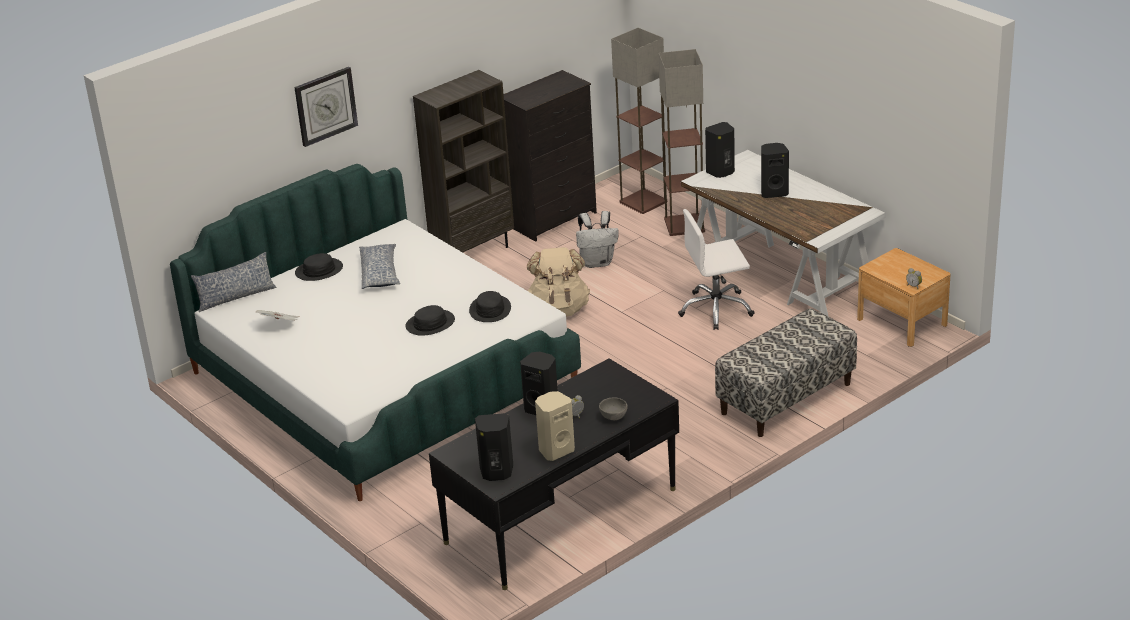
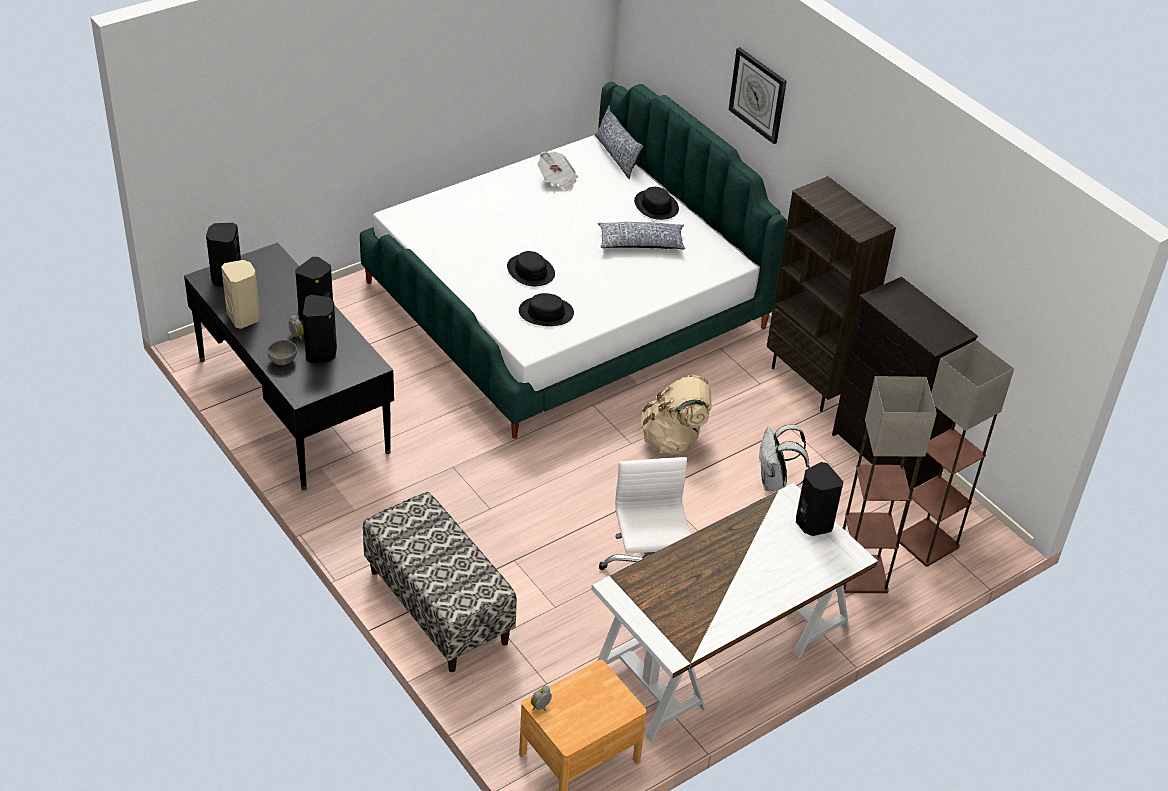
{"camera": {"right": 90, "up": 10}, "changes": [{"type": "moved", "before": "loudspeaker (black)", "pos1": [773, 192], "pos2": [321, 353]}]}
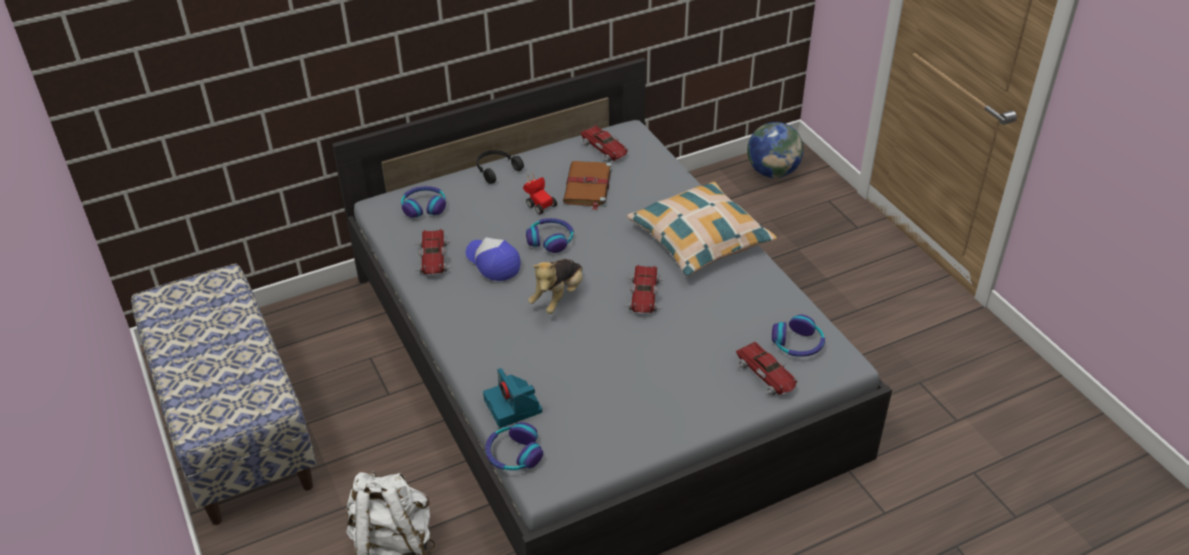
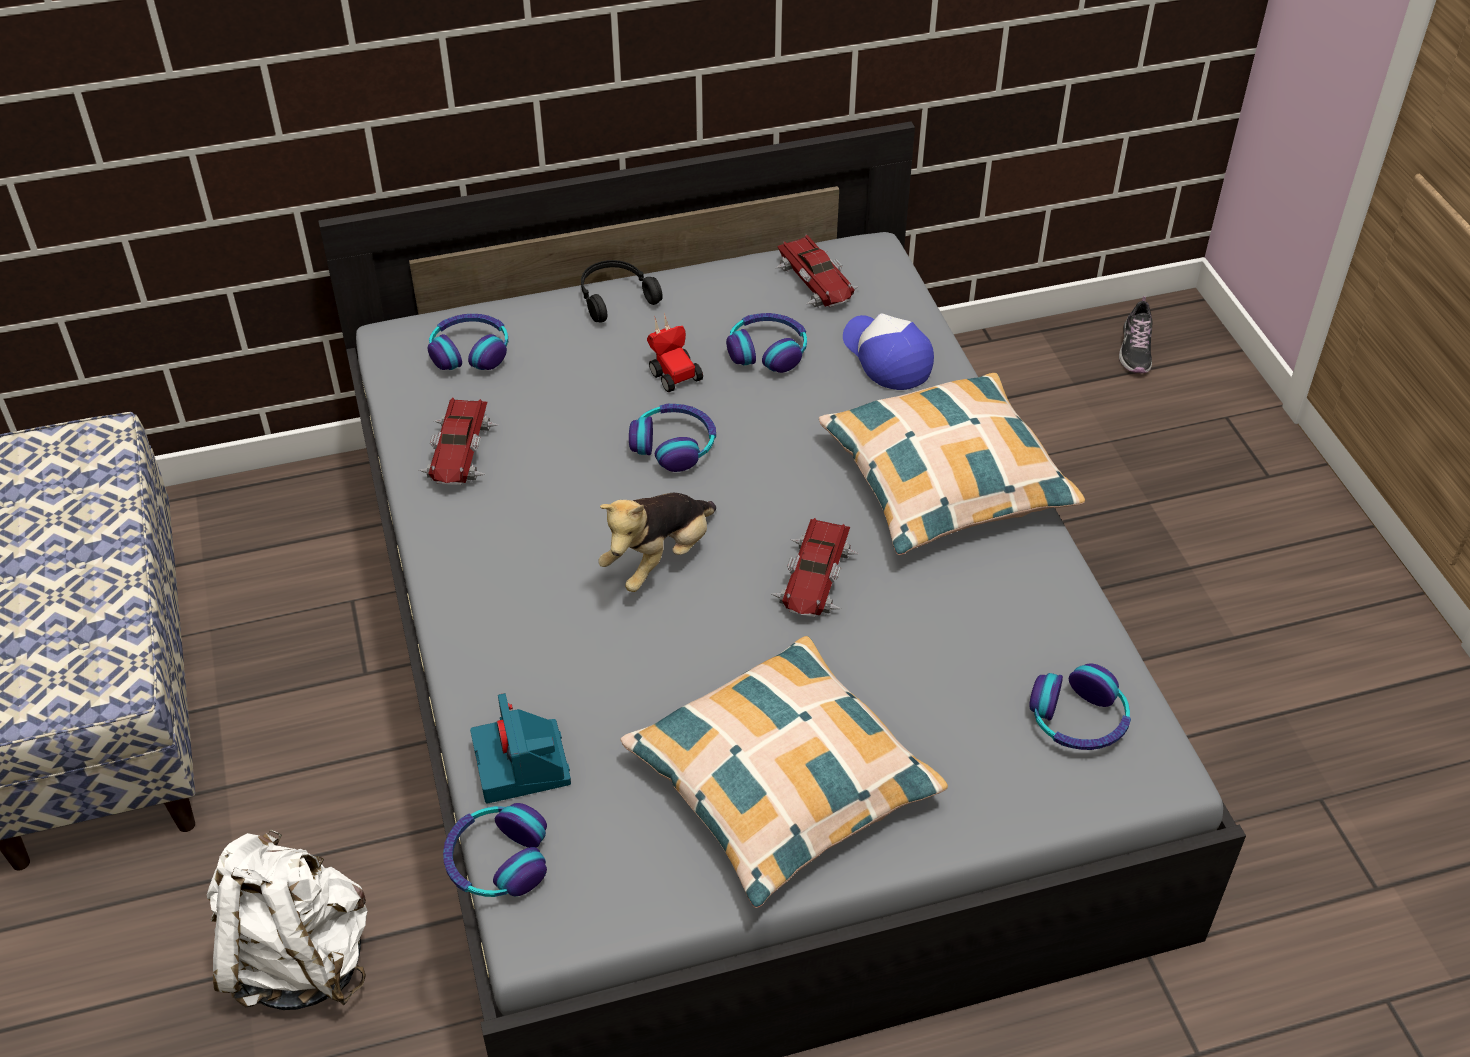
{"camera": {"right": 10, "up": 5}, "changes": [{"type": "removed", "before": "model car", "pos1": [767, 374]}, {"type": "added", "after": "cushion", "pos2": [782, 782]}, {"type": "moved", "before": "cap", "pos1": [492, 262], "pos2": [886, 357]}, {"type": "replaced", "before": "volume (brown-coloured)", "after": "headphones", "pos1": [587, 187], "pos2": [767, 351]}, {"type": "replaced", "before": "desk globe", "after": "low shoe", "pos1": [772, 172], "pos2": [1135, 349]}]}
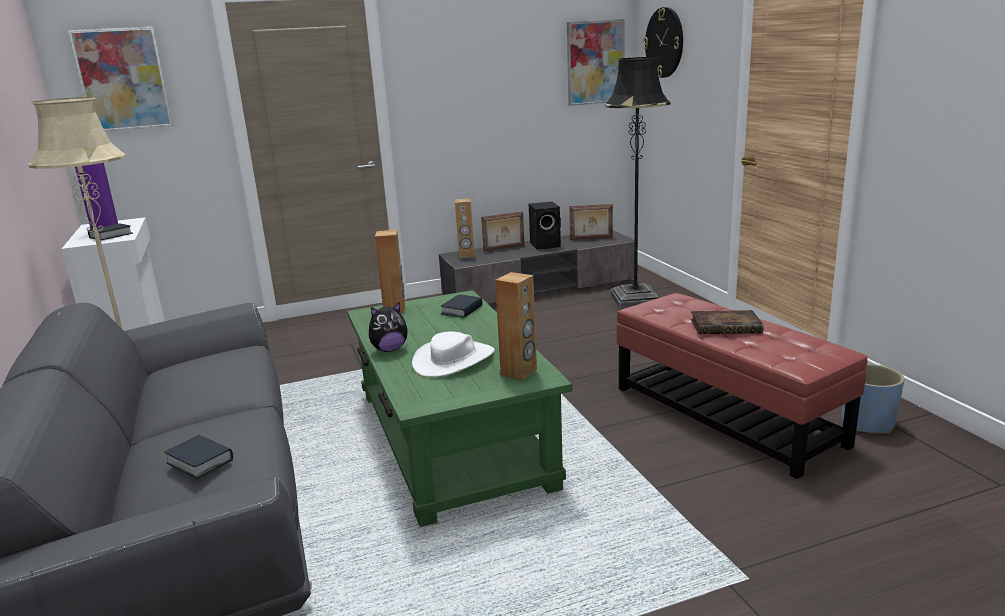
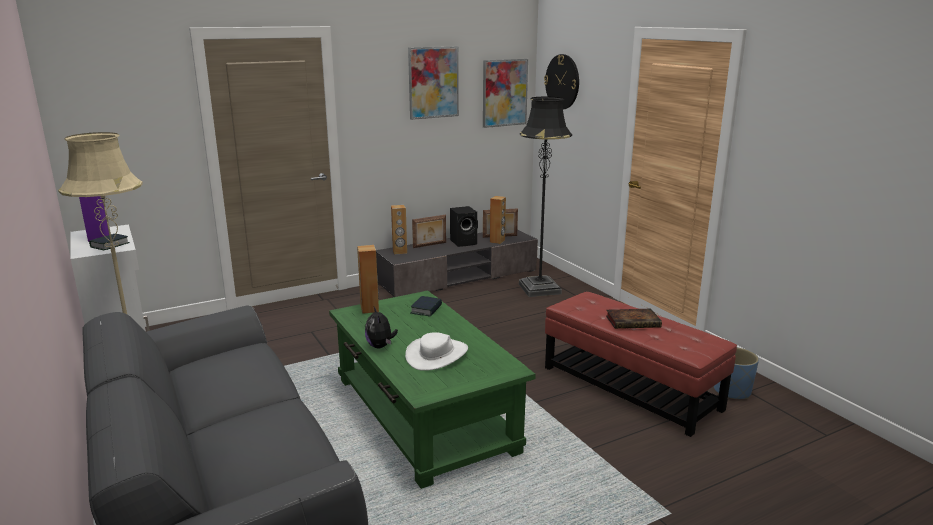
{"camera": {"right": -10, "up": 0}, "changes": [{"type": "removed", "before": "volume", "pos1": [200, 462]}, {"type": "moved", "before": "picture", "pos1": [123, 79], "pos2": [433, 82]}, {"type": "moved", "before": "loudspeaker (brown-coloured)", "pos1": [519, 372], "pos2": [497, 241]}, {"type": "turned", "before": "soft toy", "pos1": [389, 349], "pos2": [380, 346], "turn": 105}]}
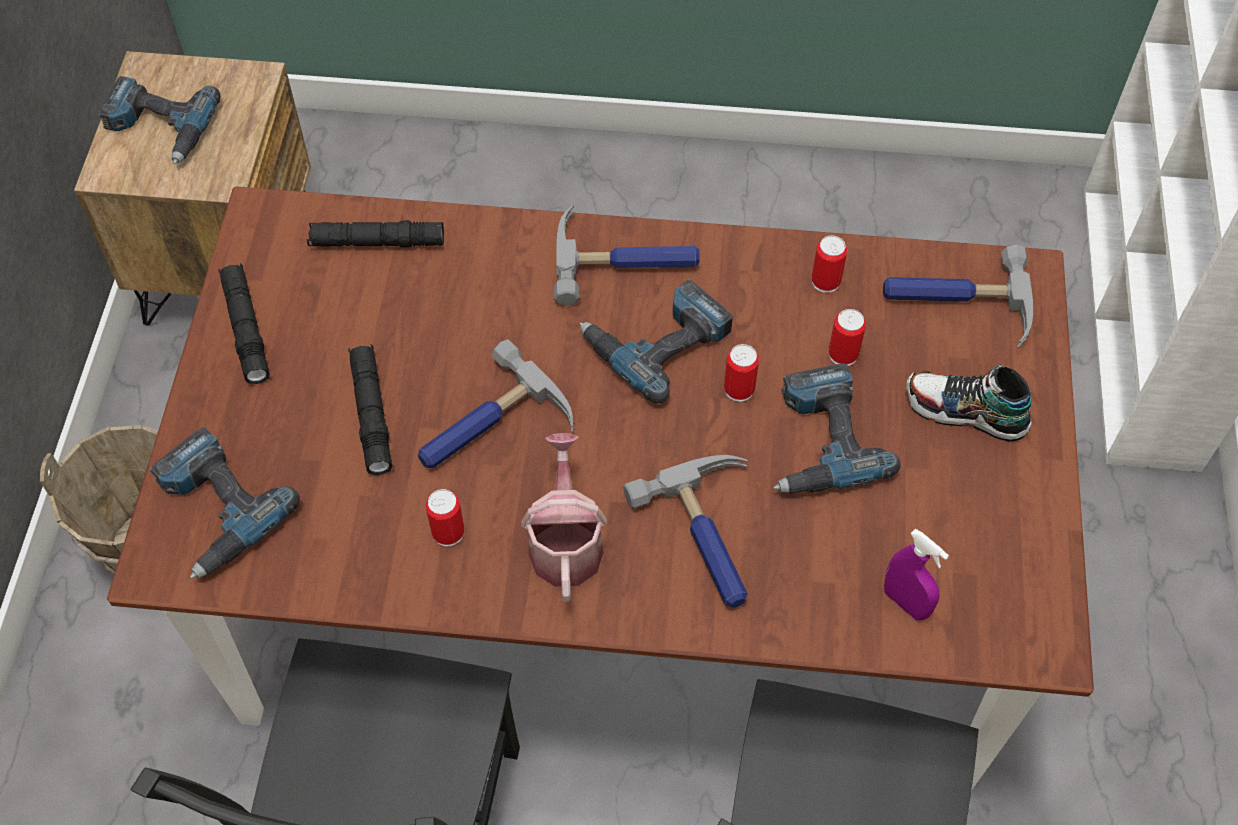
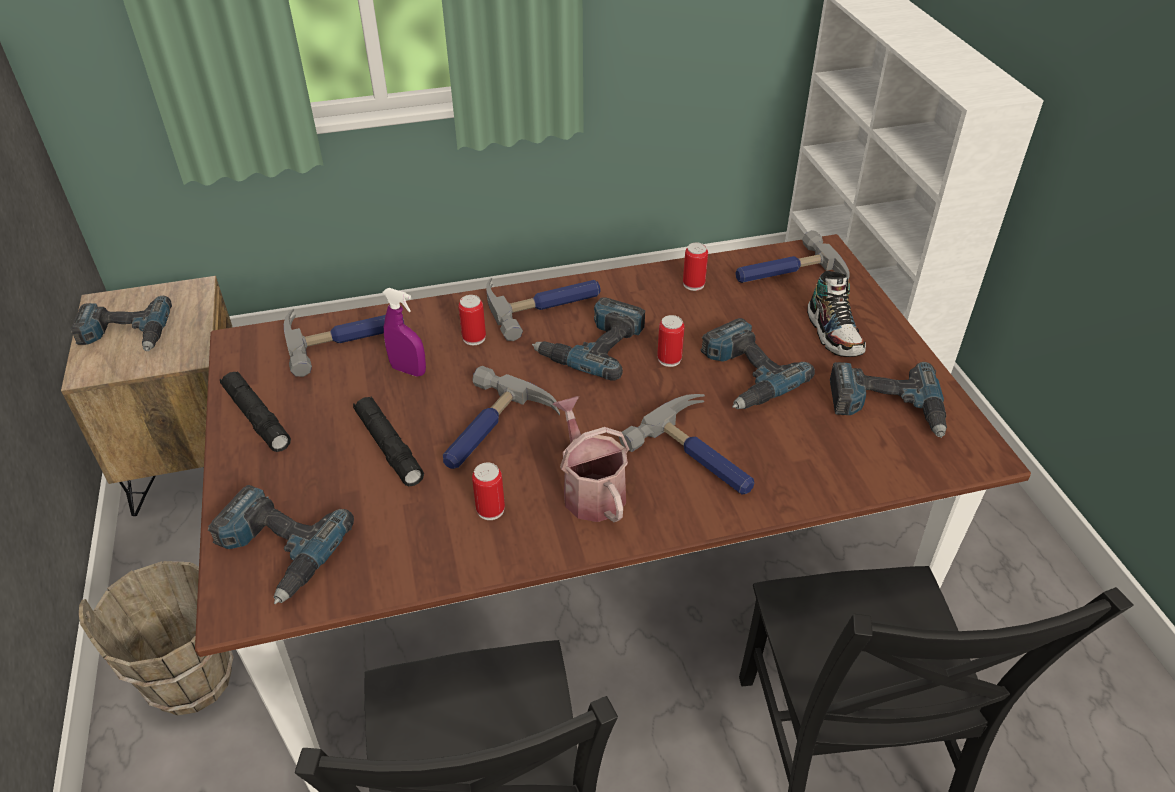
{"camera": {"right": -20, "up": -15}, "changes": [{"type": "added", "after": "power drill", "pos2": [886, 407]}, {"type": "moved", "before": "can", "pos1": [843, 354], "pos2": [474, 338]}, {"type": "moved", "before": "spray bottle (purple-coloured)", "pos1": [905, 603], "pos2": [408, 370]}, {"type": "replaced", "before": "flashlight (black)", "after": "tool hammer", "pos1": [377, 242], "pos2": [345, 337]}, {"type": "turned", "before": "low shoe", "pos1": [965, 412], "pos2": [834, 333], "turn": -105}]}
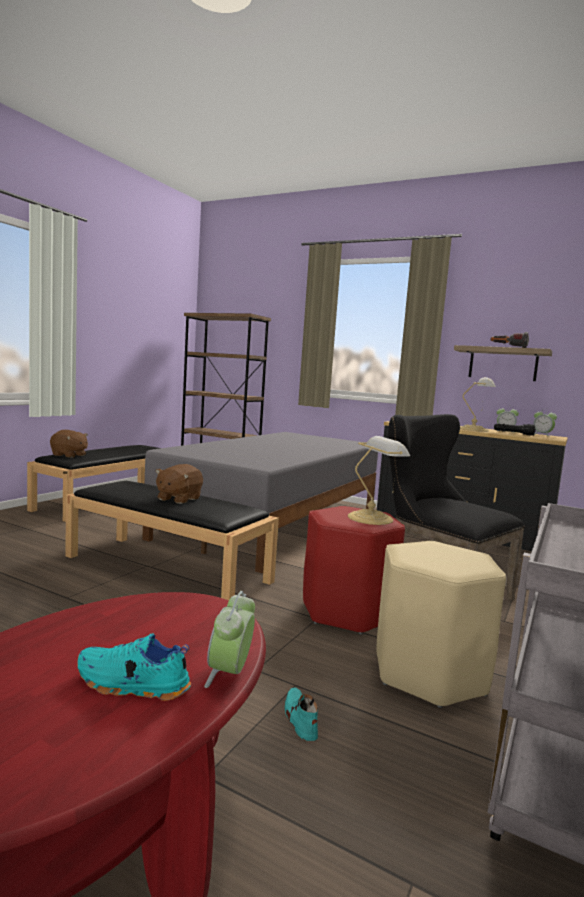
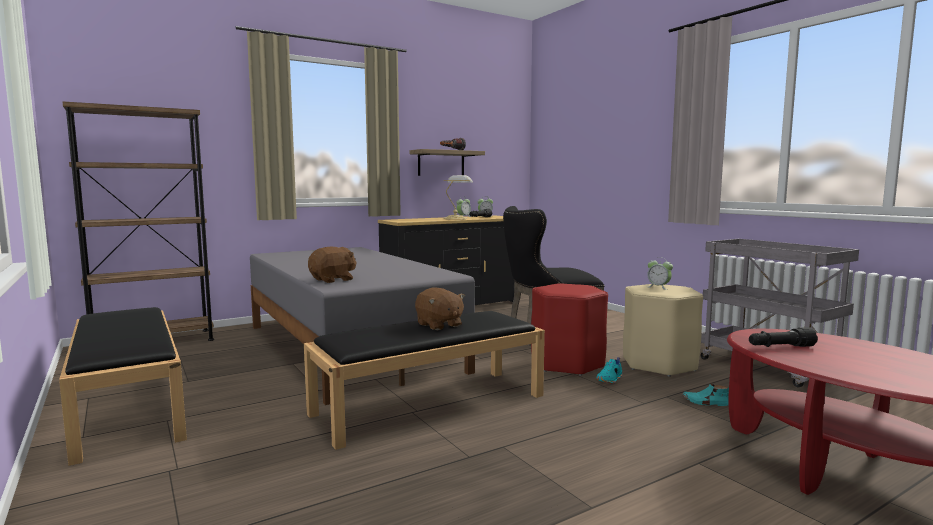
{"camera": {"right": -60, "up": 0}, "changes": [{"type": "removed", "before": "lamp for a table", "pos1": [372, 518]}, {"type": "added", "after": "flashlight (black)", "pos2": [780, 347]}, {"type": "moved", "before": "soft toy (brown-coloured)", "pos1": [69, 455], "pos2": [333, 280]}, {"type": "moved", "before": "low shoe (blue-green)", "pos1": [131, 686], "pos2": [610, 379]}, {"type": "moved", "before": "table clock", "pos1": [229, 674], "pos2": [658, 287]}]}
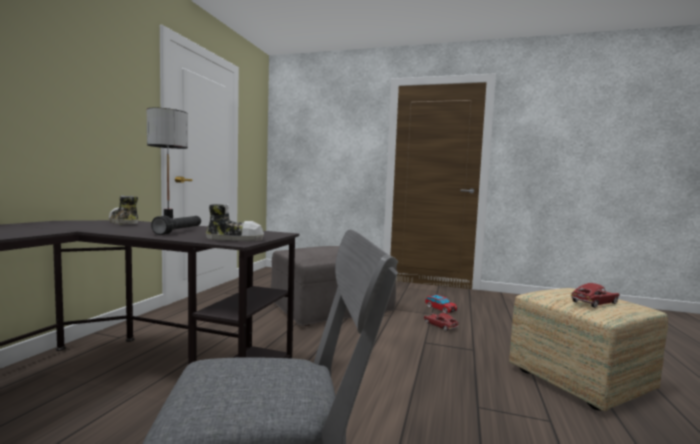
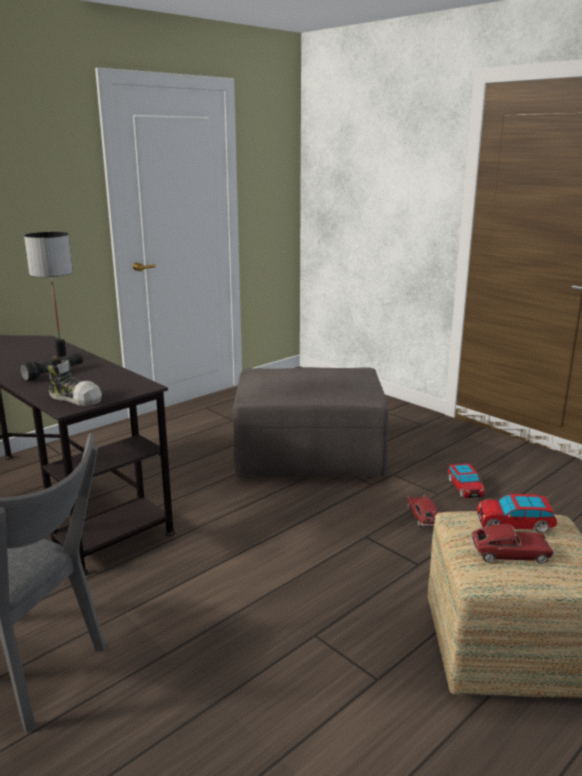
{"camera": {"right": 30, "up": 15}, "changes": [{"type": "removed", "before": "low shoe", "pos1": [123, 222]}, {"type": "added", "after": "model car", "pos2": [514, 524]}]}
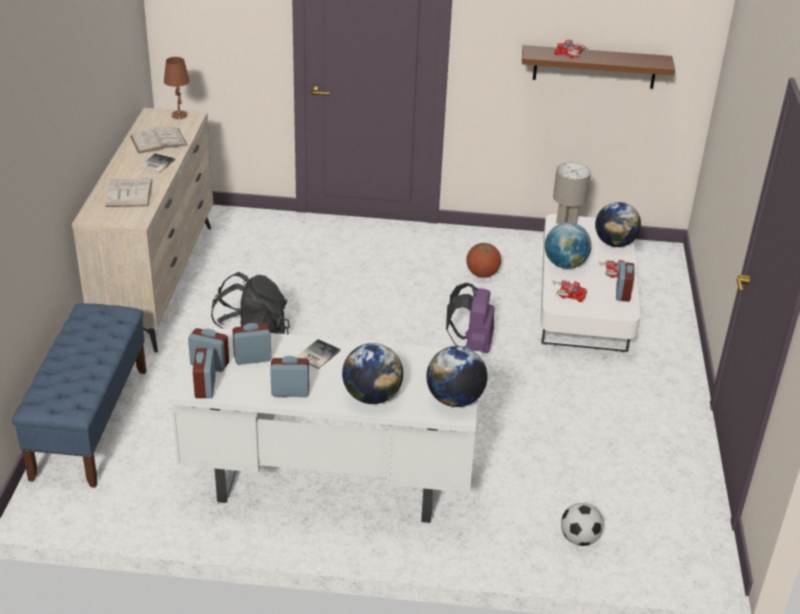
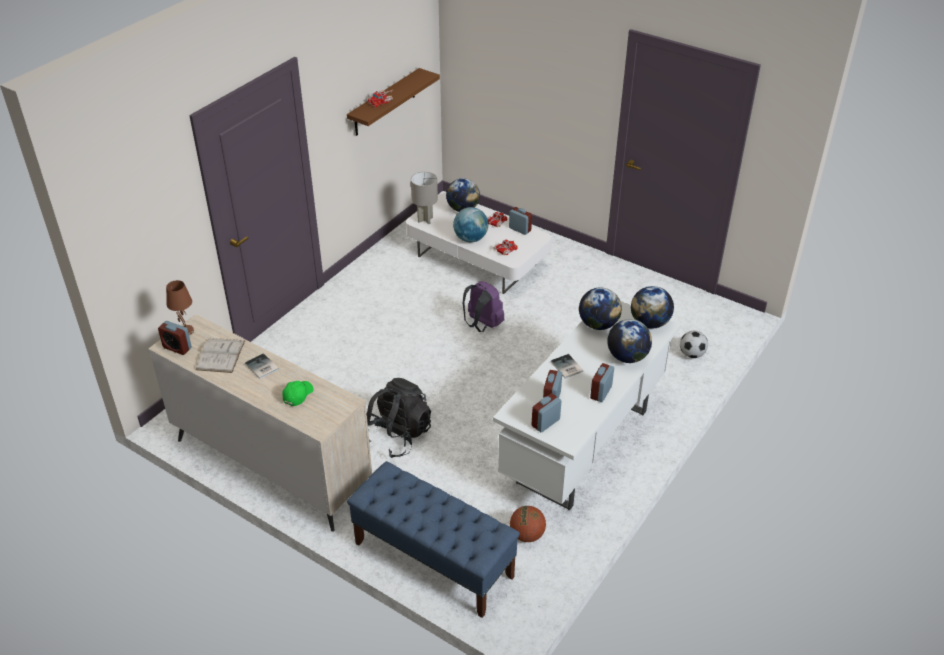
{"camera": {"right": -60, "up": 5}, "changes": [{"type": "added", "after": "desk globe", "pos2": [598, 324]}, {"type": "moved", "before": "table clock", "pos1": [205, 387], "pos2": [177, 348]}, {"type": "moved", "before": "ball for basketball", "pos1": [482, 274], "pos2": [527, 535]}, {"type": "replaced", "before": "volume (white-coloured)", "after": "cap (green-coloured)", "pos1": [129, 193], "pos2": [297, 395]}]}
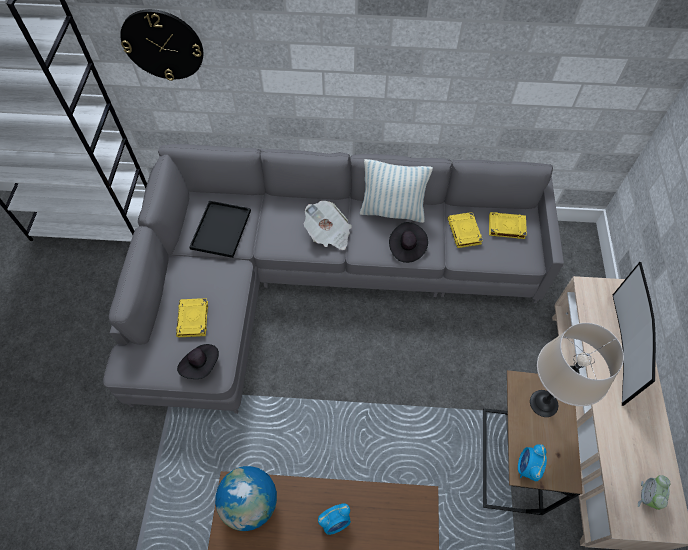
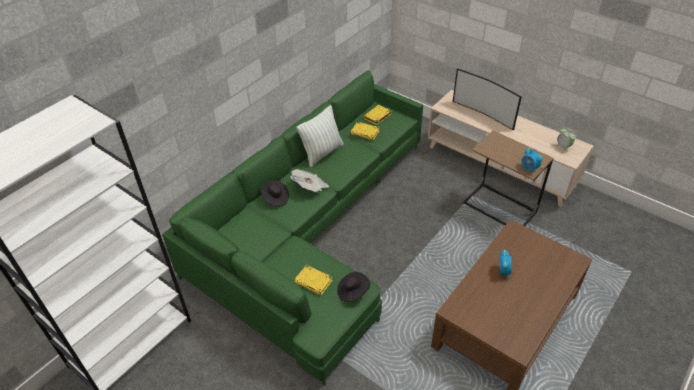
{"camera": {"right": -55, "up": -15}, "changes": [{"type": "removed", "before": "hanging clock", "pos1": [162, 45]}, {"type": "removed", "before": "carrying tray (black)", "pos1": [221, 228]}, {"type": "removed", "before": "desk globe", "pos1": [250, 503]}, {"type": "removed", "before": "lamp for a table (sand-coloured)", "pos1": [544, 403]}, {"type": "moved", "before": "hat (black)", "pos1": [407, 247], "pos2": [275, 198]}, {"type": "recoloured", "before": "sofa (grey)", "after": "sofa (green-coloured)", "pos1": [313, 276], "pos2": [311, 233]}]}
